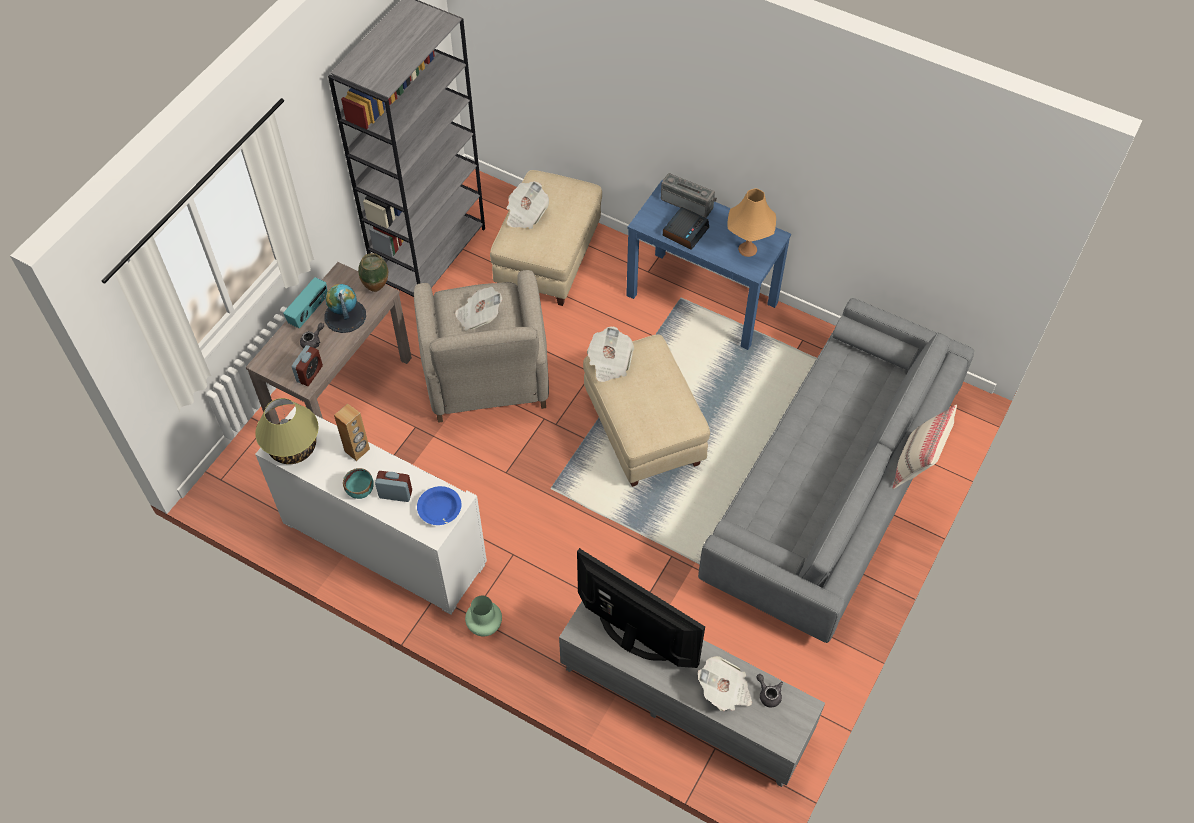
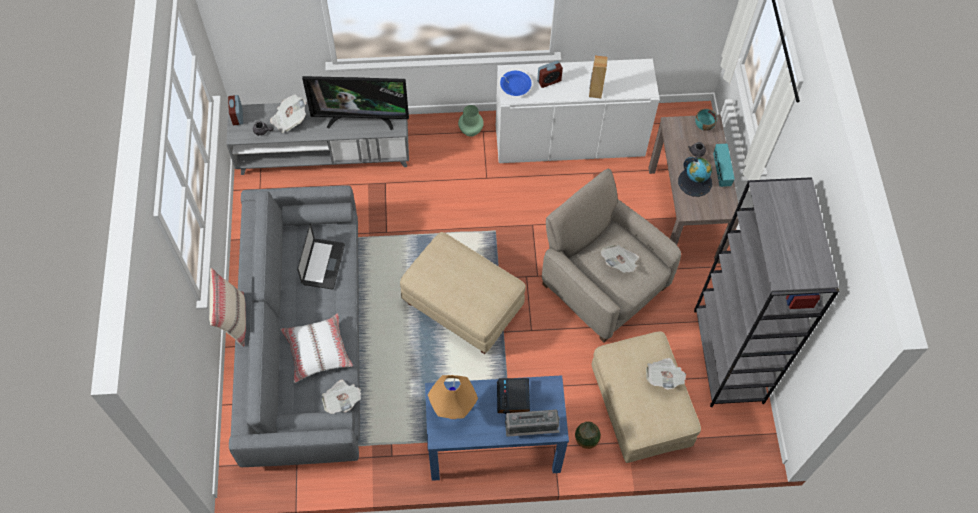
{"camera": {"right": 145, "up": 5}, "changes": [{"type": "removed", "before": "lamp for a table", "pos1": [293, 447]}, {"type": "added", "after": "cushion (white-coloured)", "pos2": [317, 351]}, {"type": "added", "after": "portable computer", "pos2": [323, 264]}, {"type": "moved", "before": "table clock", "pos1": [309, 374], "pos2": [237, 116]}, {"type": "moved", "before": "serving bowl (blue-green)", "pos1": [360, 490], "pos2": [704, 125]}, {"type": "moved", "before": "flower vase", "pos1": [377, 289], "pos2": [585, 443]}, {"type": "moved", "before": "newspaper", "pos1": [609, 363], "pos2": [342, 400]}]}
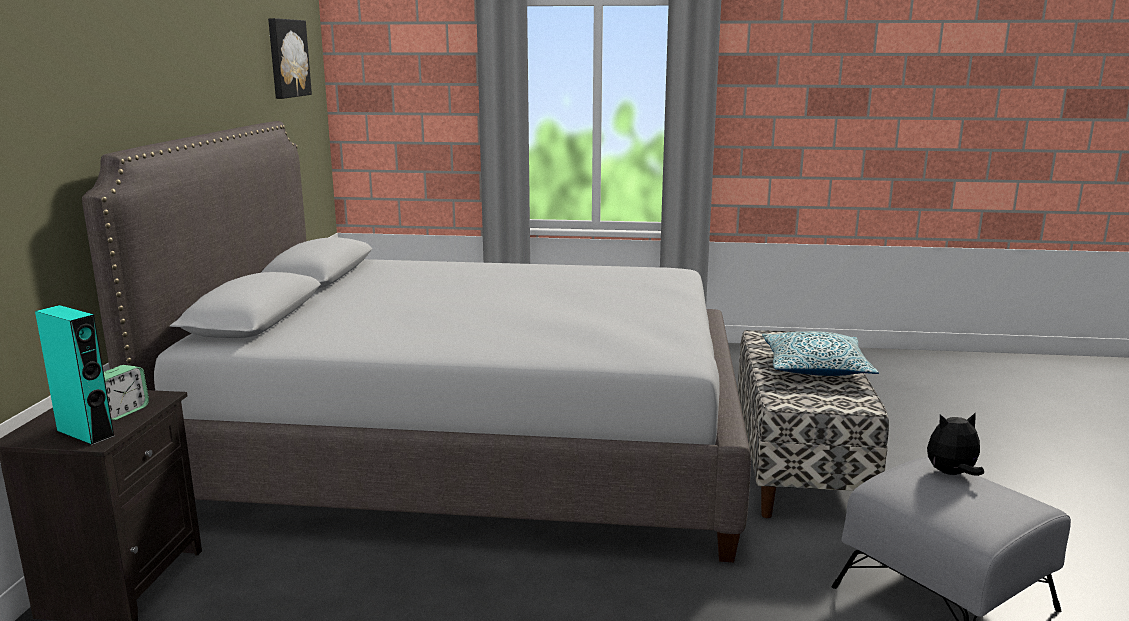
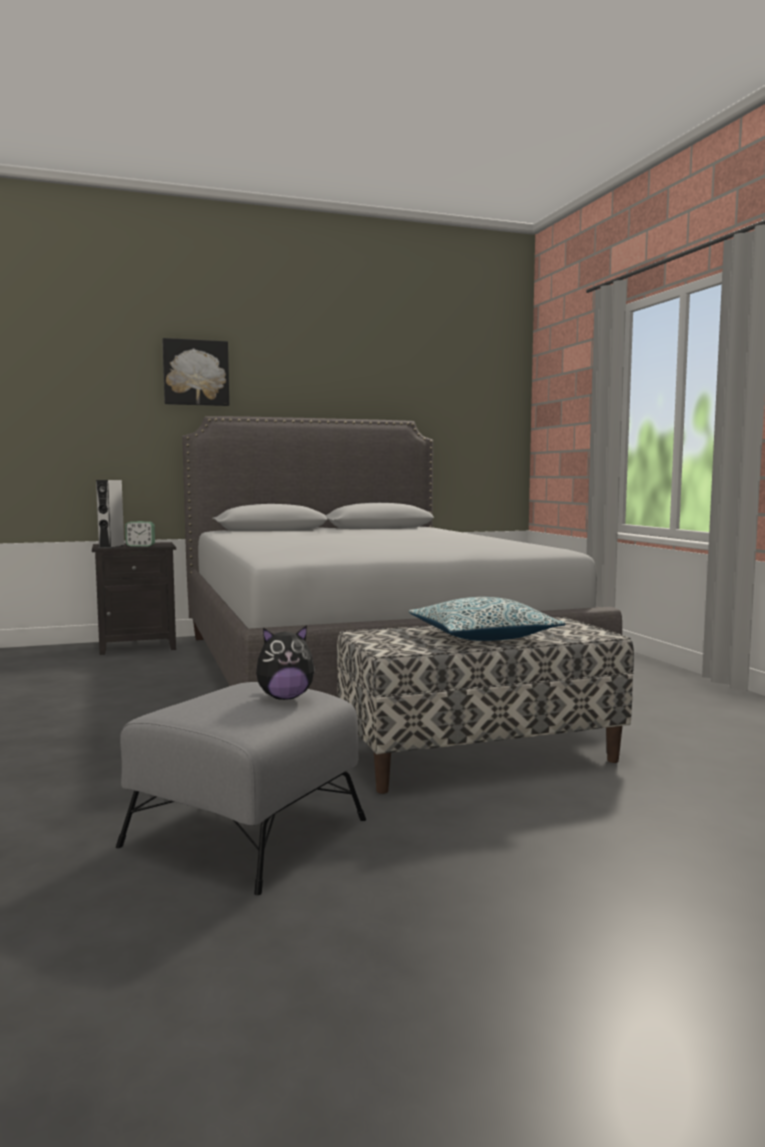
{"camera": {"right": 65, "up": -10}, "changes": [{"type": "moved", "before": "picture", "pos1": [287, 58], "pos2": [196, 373]}, {"type": "recoloured", "before": "loudspeaker (blue-green)", "after": "loudspeaker (grey)", "pos1": [85, 433], "pos2": [111, 546]}, {"type": "turned", "before": "soft toy", "pos1": [951, 474], "pos2": [285, 698], "turn": 105}]}
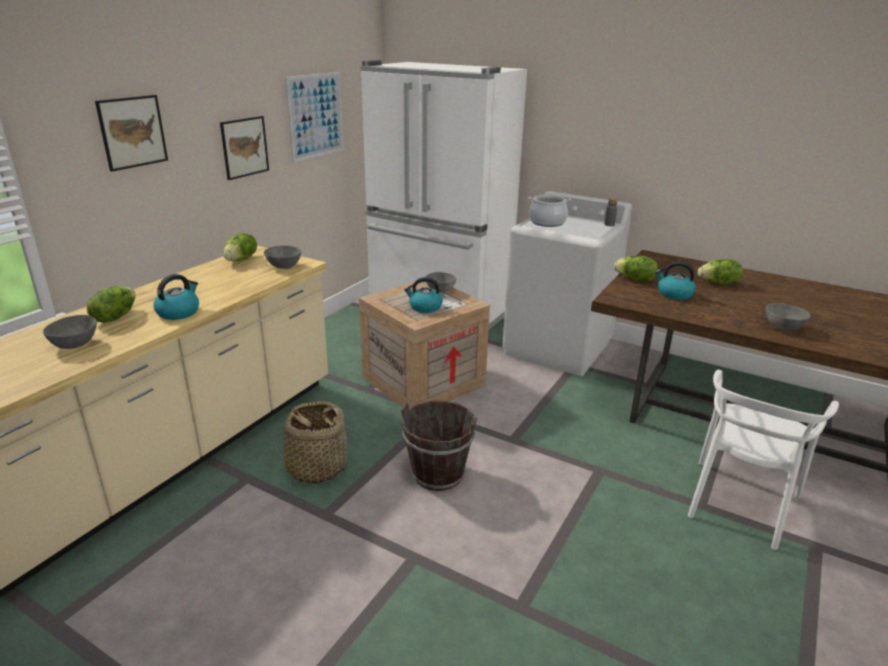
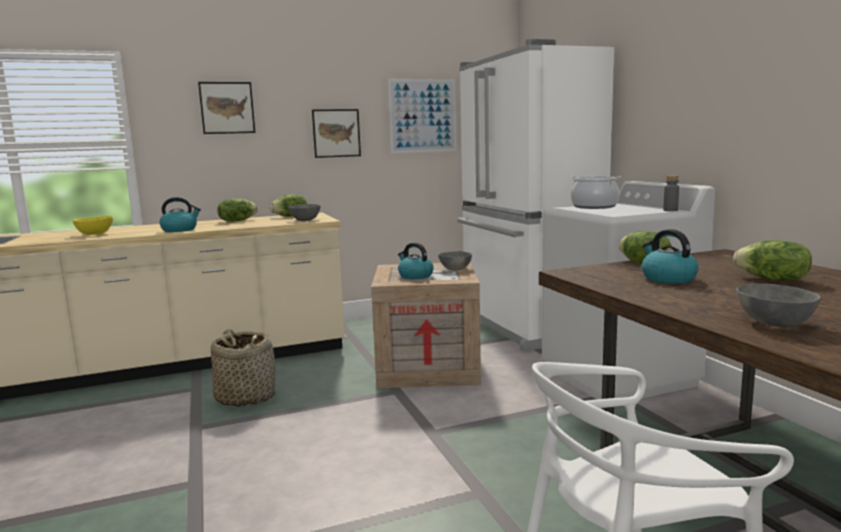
{"camera": {"right": 40, "up": -15}, "changes": [{"type": "removed", "before": "pail (brown-coloured)", "pos1": [438, 474]}, {"type": "moved", "before": "lettuce head", "pos1": [115, 317], "pos2": [237, 221]}, {"type": "recoloured", "before": "serving bowl (grey)", "after": "serving bowl (yellowish)", "pos1": [76, 344], "pos2": [96, 234]}]}
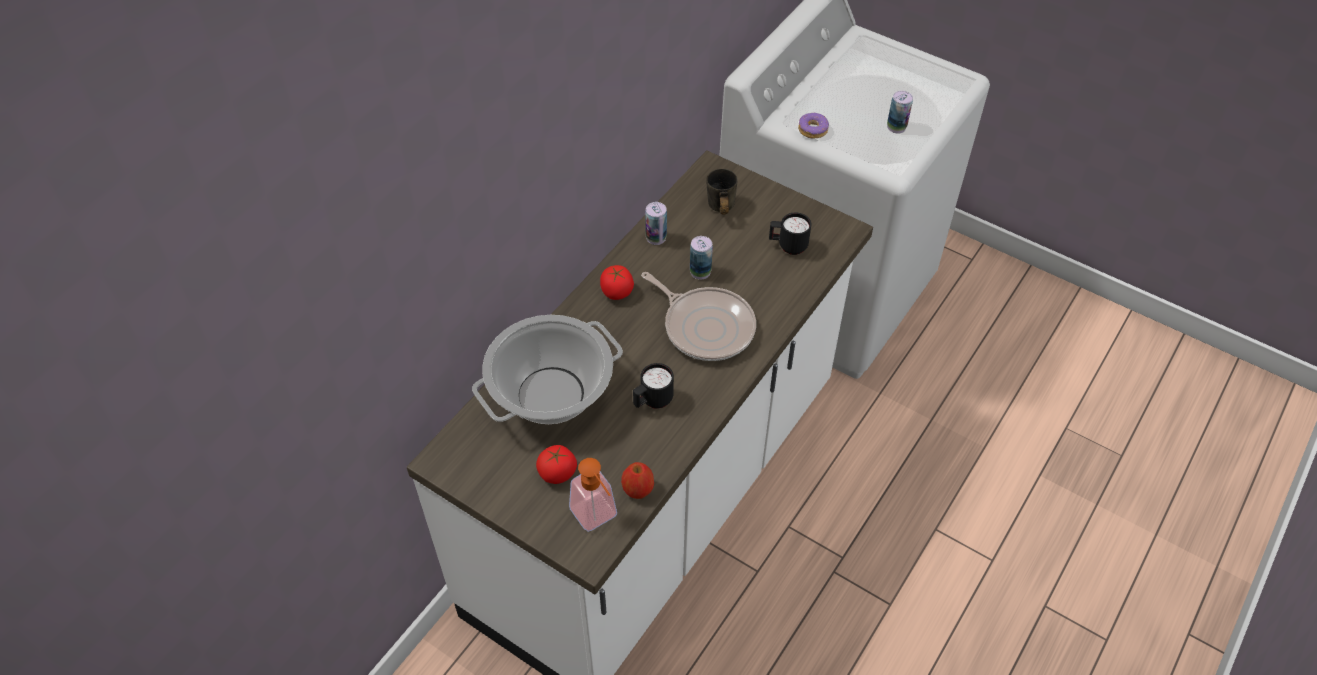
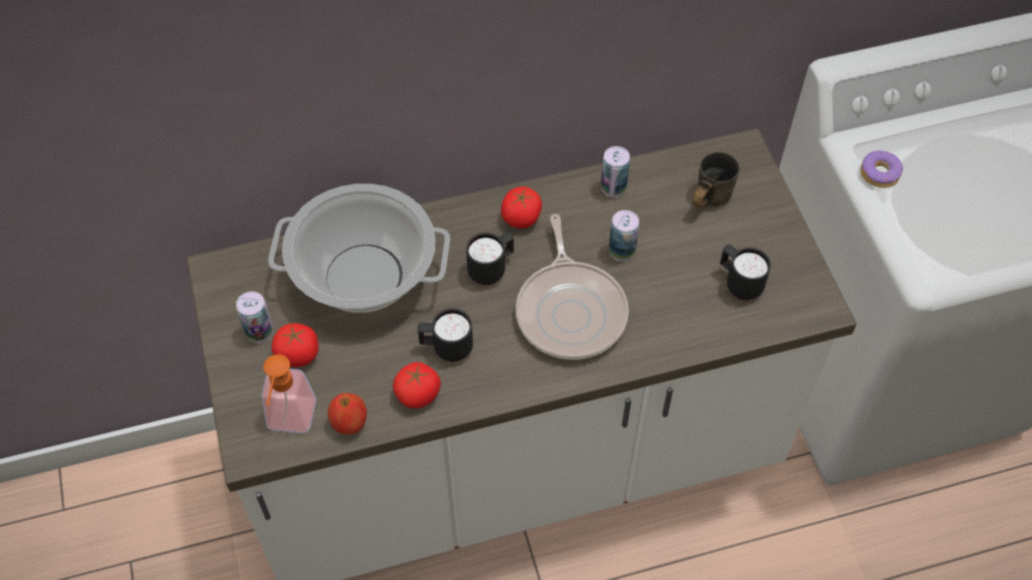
{"camera": {"right": 40, "up": 5}, "changes": [{"type": "added", "after": "whole tomato", "pos2": [417, 394]}, {"type": "added", "after": "mug (black)", "pos2": [491, 269]}, {"type": "moved", "before": "can", "pos1": [896, 127], "pos2": [259, 332]}]}
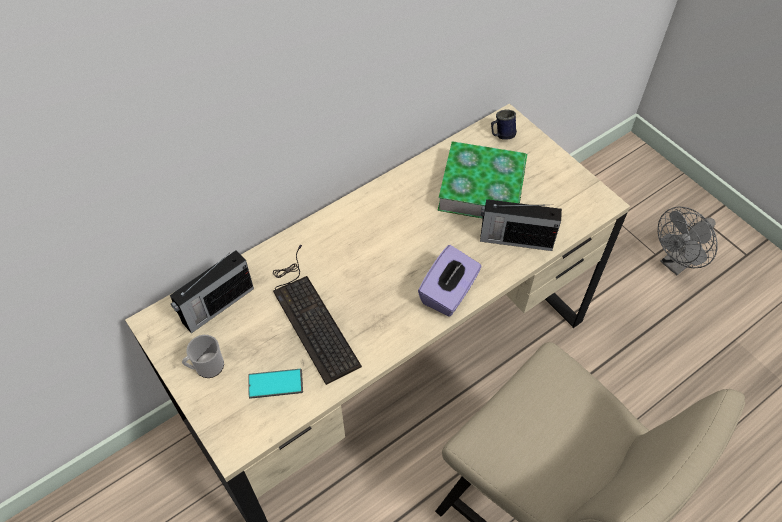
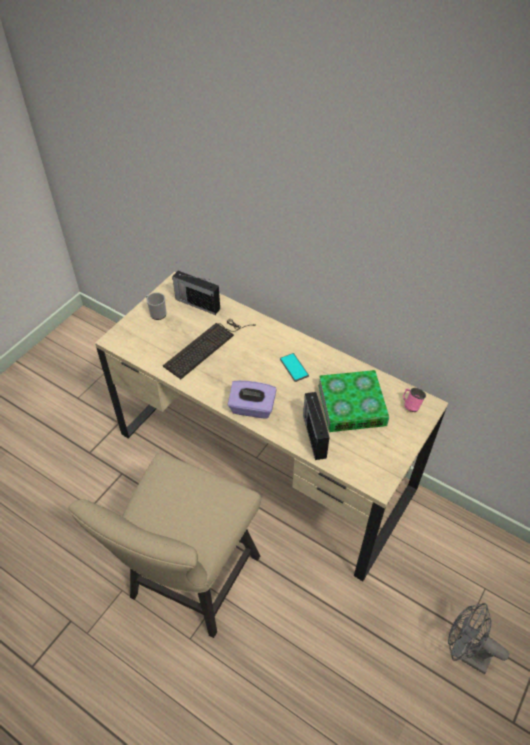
{"camera": {"right": 70, "up": -5}, "changes": [{"type": "moved", "before": "telephone", "pos1": [275, 383], "pos2": [294, 367]}, {"type": "recoloured", "before": "mug (blue-coloured)", "after": "mug (pinkish)", "pos1": [501, 135], "pos2": [410, 405]}]}
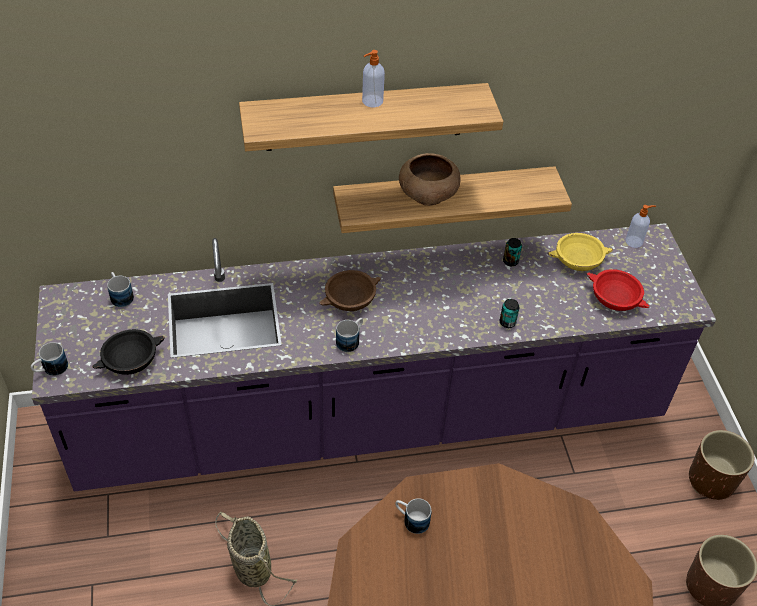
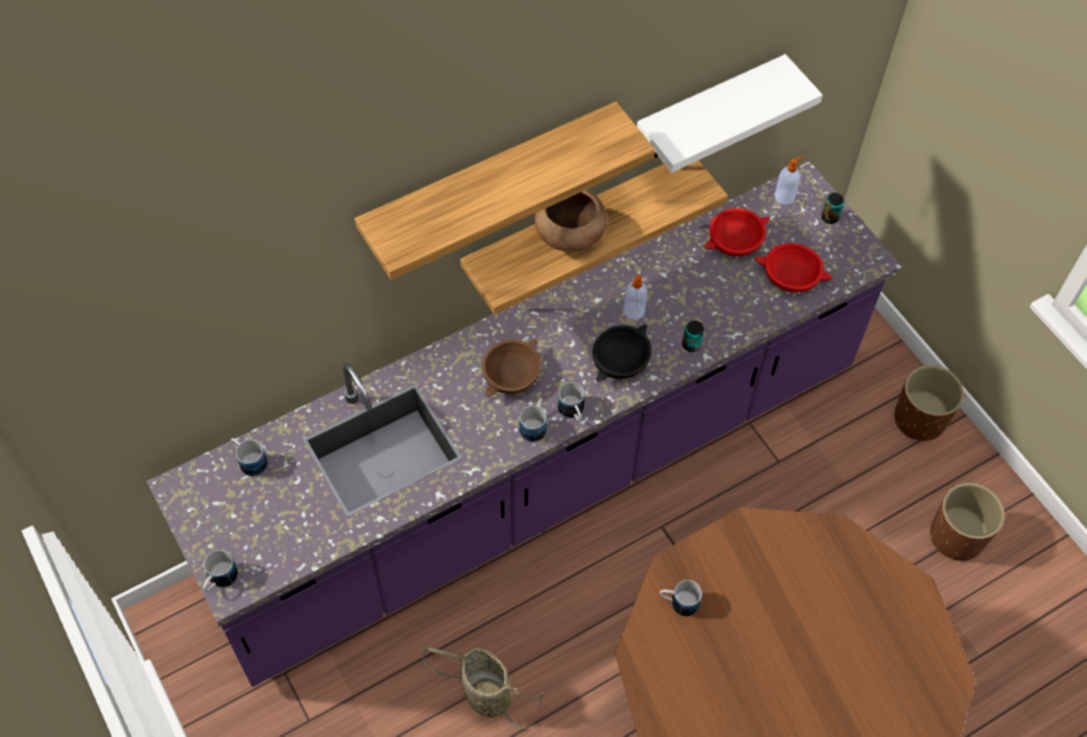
{"camera": {"right": -20, "up": 10}, "changes": [{"type": "added", "after": "mug", "pos2": [572, 412]}, {"type": "added", "after": "bracket shelf (white-coloured)", "pos2": [708, 110]}, {"type": "moved", "before": "serving bowl (black)", "pos1": [131, 362], "pos2": [621, 362]}, {"type": "moved", "before": "soap dispenser", "pos1": [371, 101], "pos2": [633, 311]}, {"type": "moved", "before": "can", "pos1": [510, 261], "pos2": [829, 217]}, {"type": "recoloured", "before": "serving bowl (yellowish)", "after": "serving bowl (red-coloured)", "pos1": [578, 260], "pos2": [734, 241]}]}
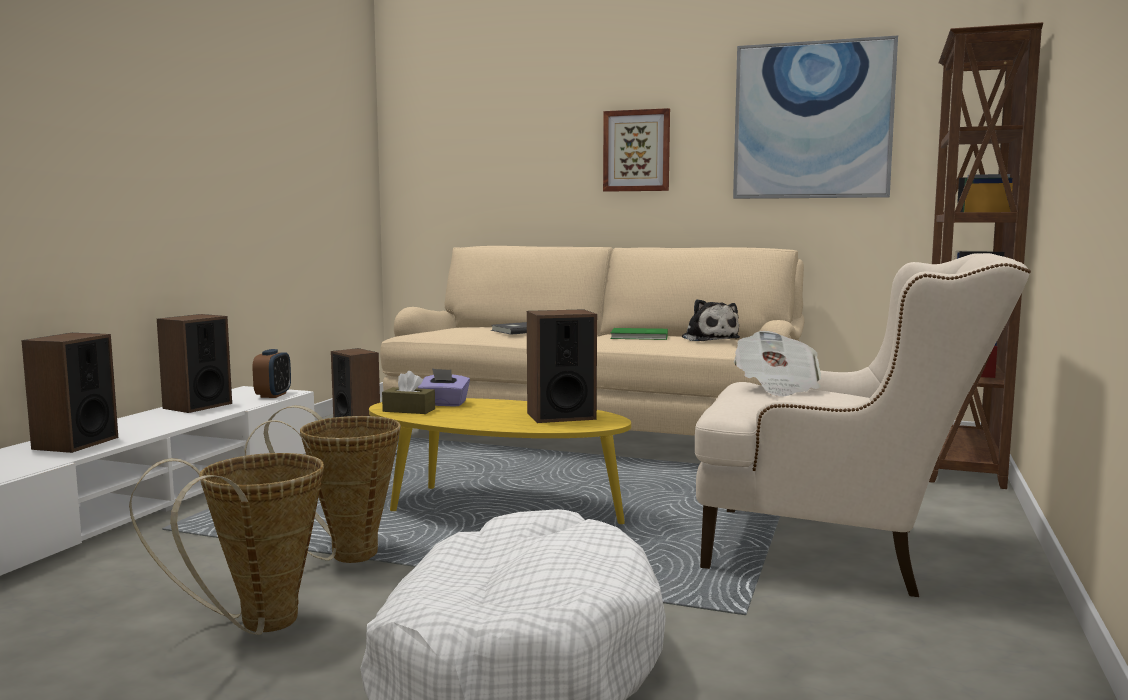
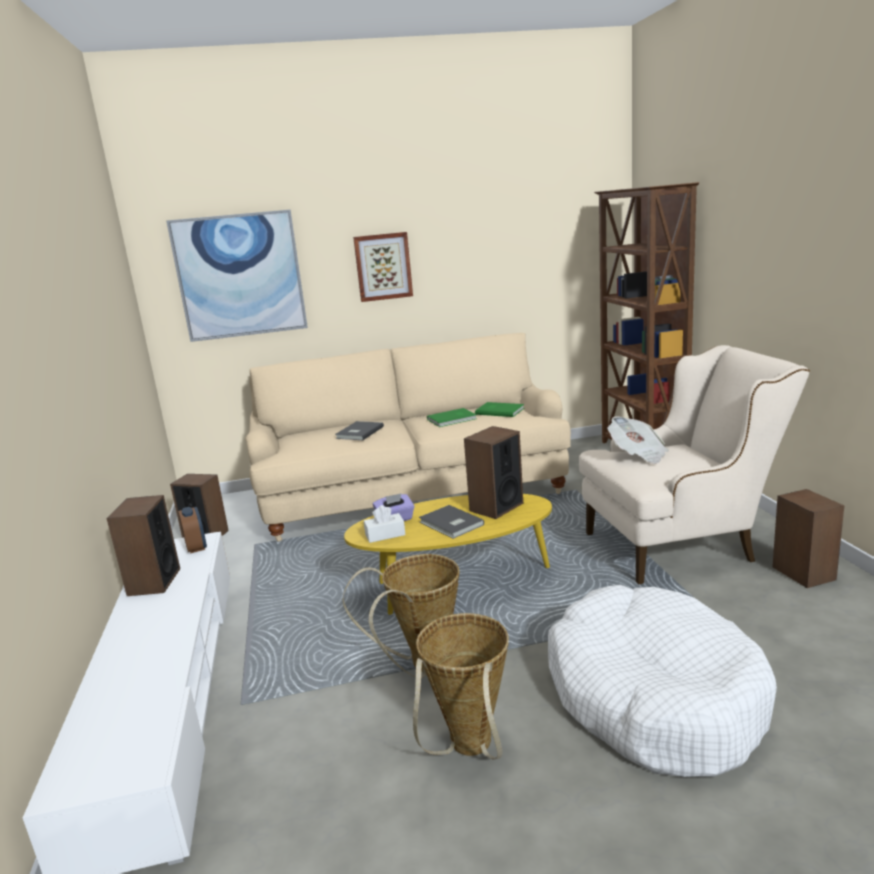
{"camera": {"right": -30, "up": 10}, "changes": [{"type": "added", "after": "volume (grey)", "pos2": [450, 524]}, {"type": "moved", "before": "loudspeaker", "pos1": [75, 443], "pos2": [803, 573]}, {"type": "moved", "before": "picture", "pos1": [812, 121], "pos2": [240, 276]}, {"type": "replaced", "before": "soft toy", "after": "volume (green-coloured)", "pos1": [709, 339], "pos2": [499, 411]}, {"type": "recoloured", "before": "tissue box (brown-coloured)", "after": "tissue box (white-coloured)", "pos1": [409, 410], "pos2": [385, 535]}]}
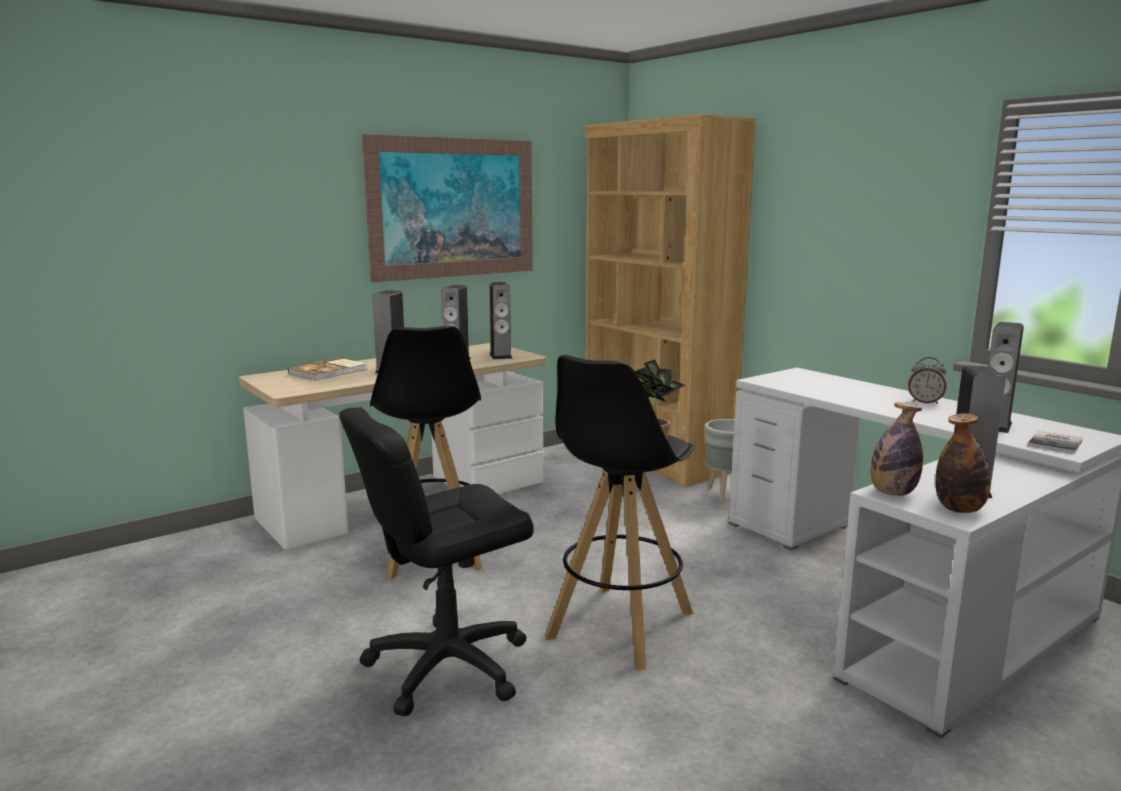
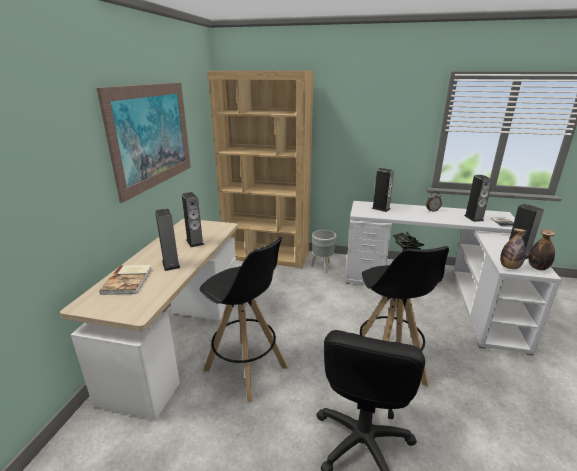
{"camera": {"right": -40, "up": 10}, "changes": [{"type": "moved", "before": "loudspeaker", "pos1": [500, 356], "pos2": [381, 208]}]}
